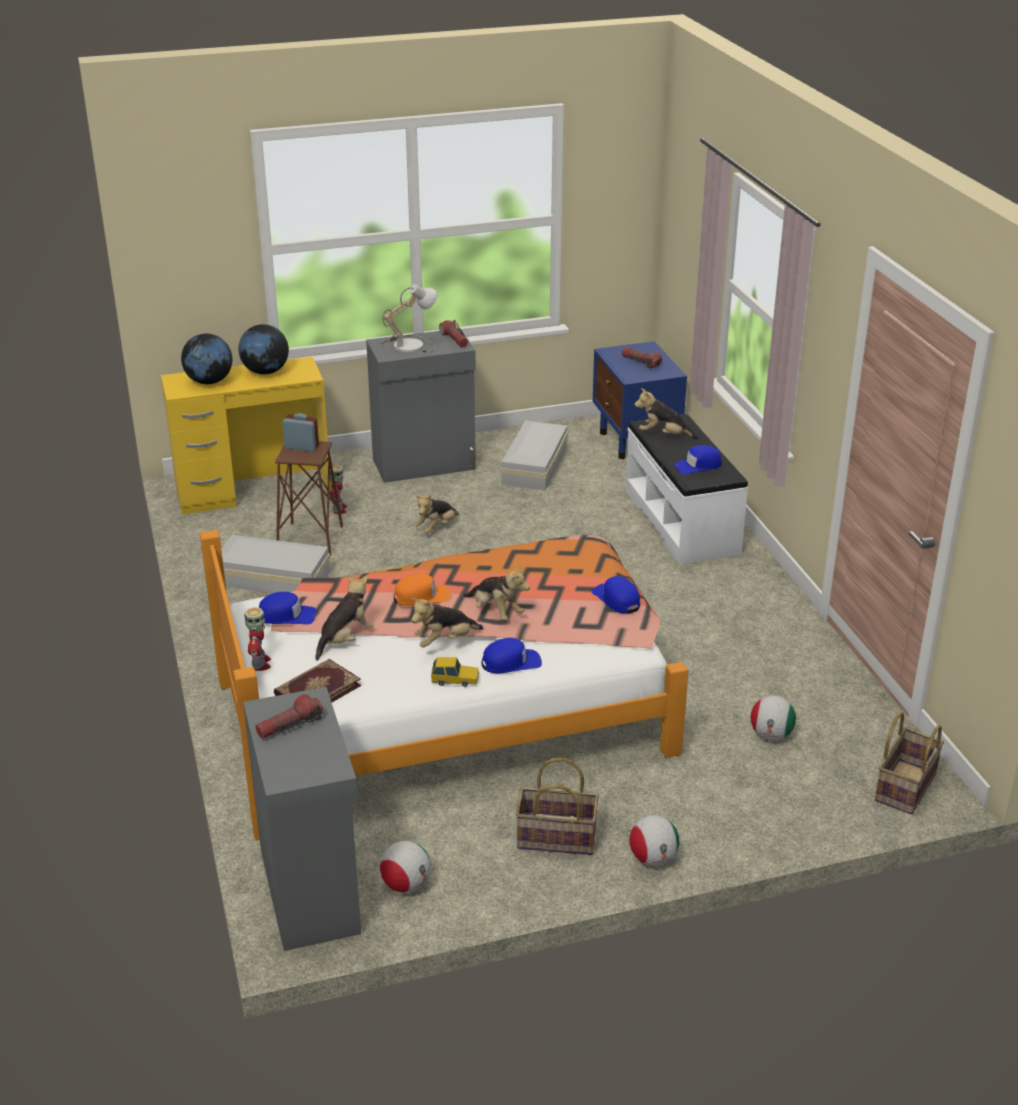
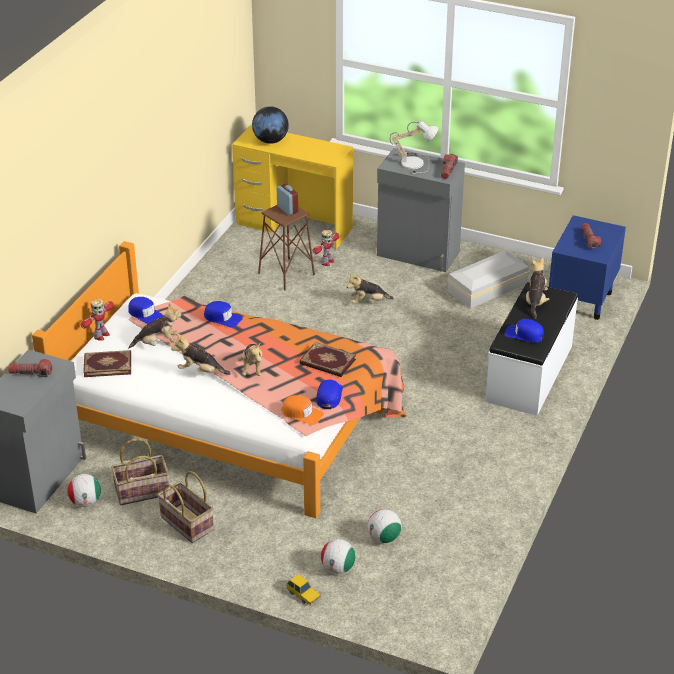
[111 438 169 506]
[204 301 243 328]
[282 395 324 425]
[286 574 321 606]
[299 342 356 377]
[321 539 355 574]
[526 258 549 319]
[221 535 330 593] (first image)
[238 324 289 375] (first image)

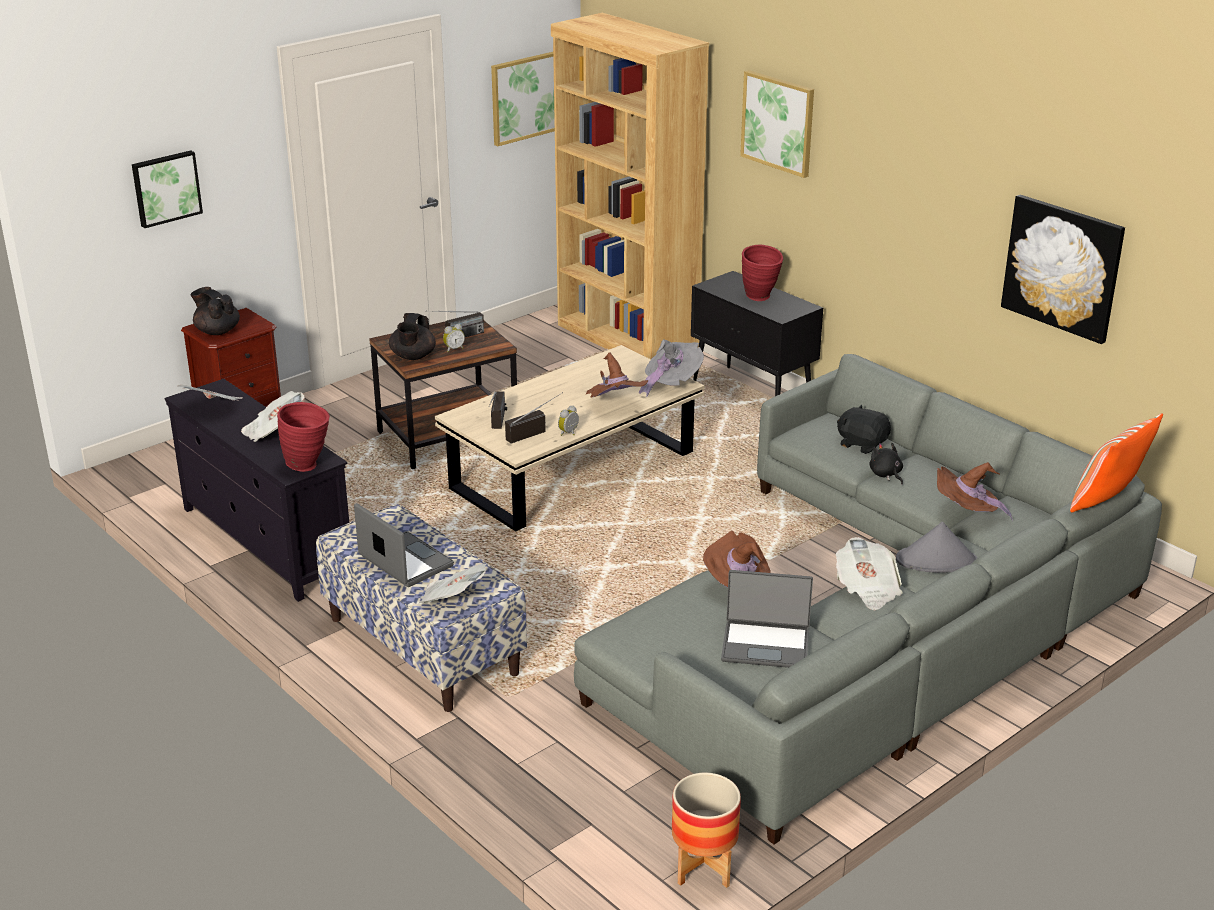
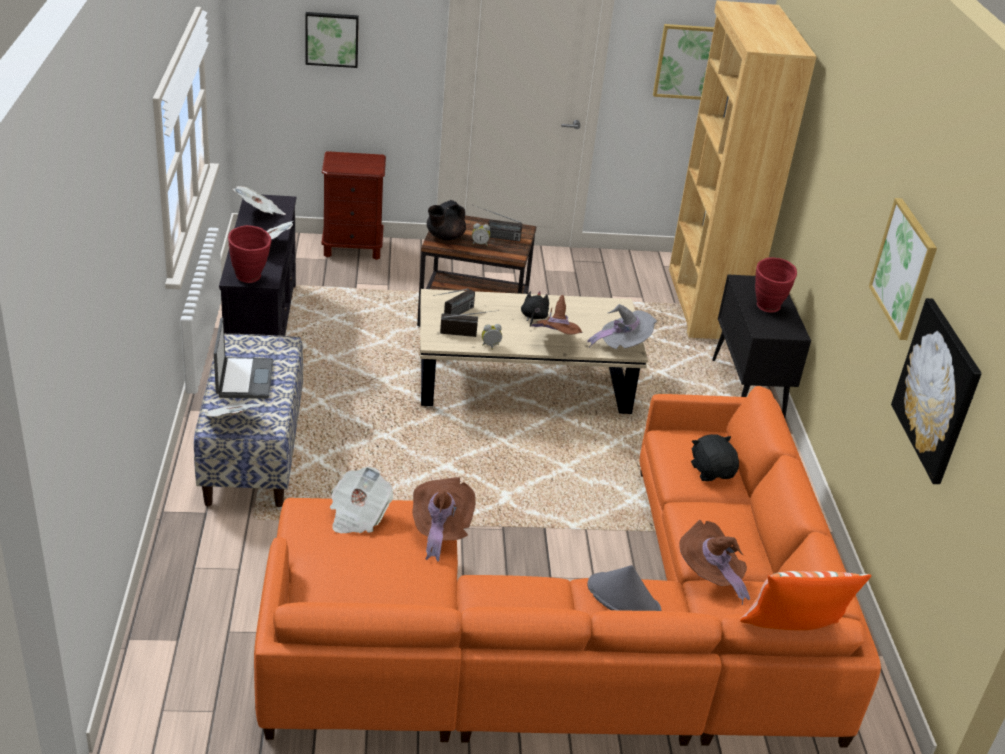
[254 386 881 748]
[330 467 393 533]
[521 291 549 326]
[869 198 937 340]
[191 287 240 335] (first image)
[672 773 741 888] (first image)
[721 570 813 668] (first image)

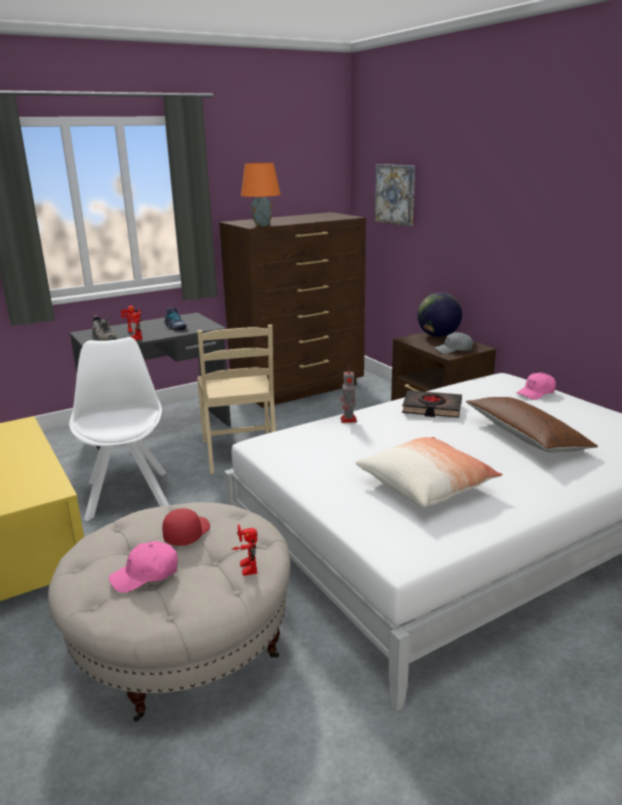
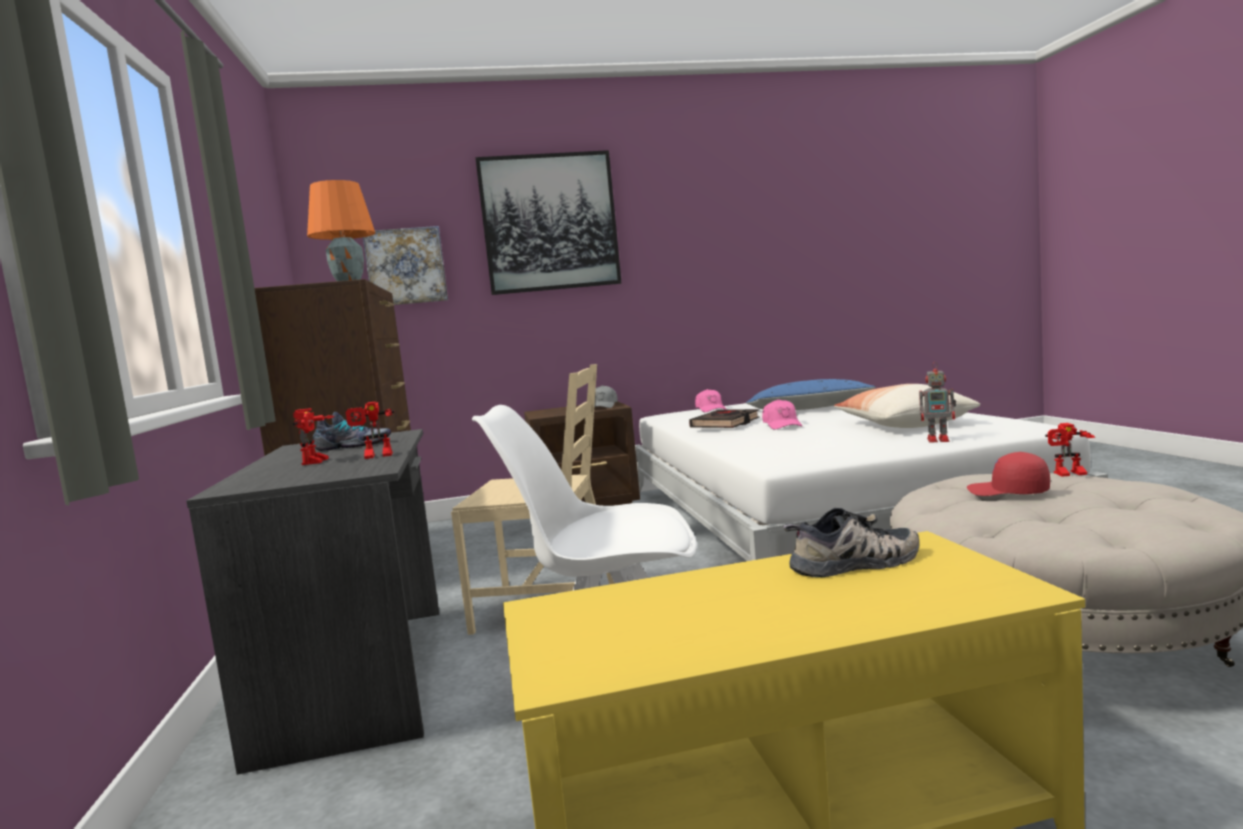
[476 150 621 295]
[746 379 876 410]
[762 399 802 430]
[783 508 919 577]
[919 362 956 443]
[417 293 462 337] (first image)

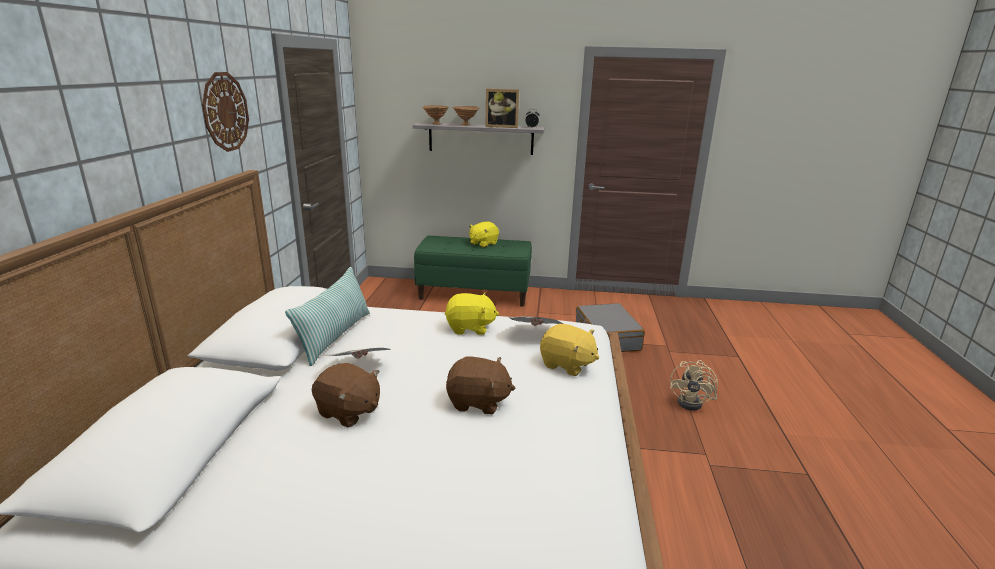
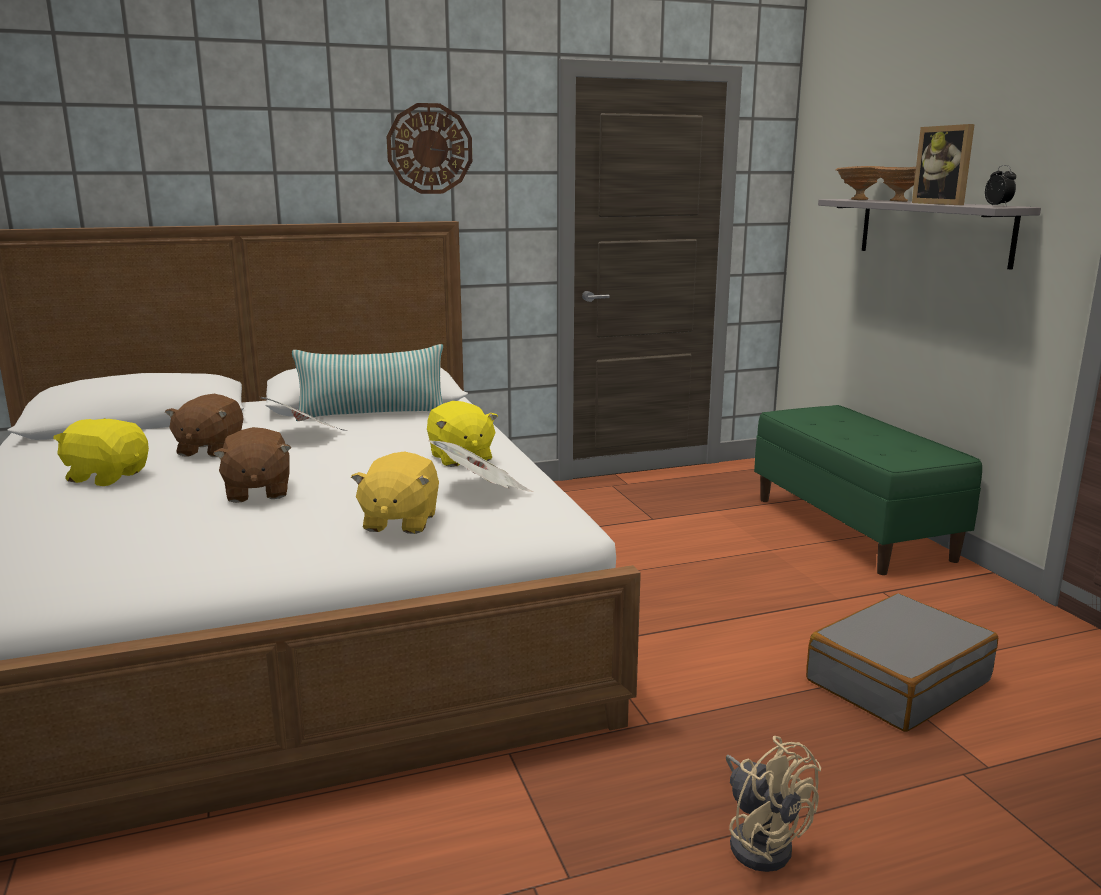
[53 418 149 486]
[726 736 821 872]

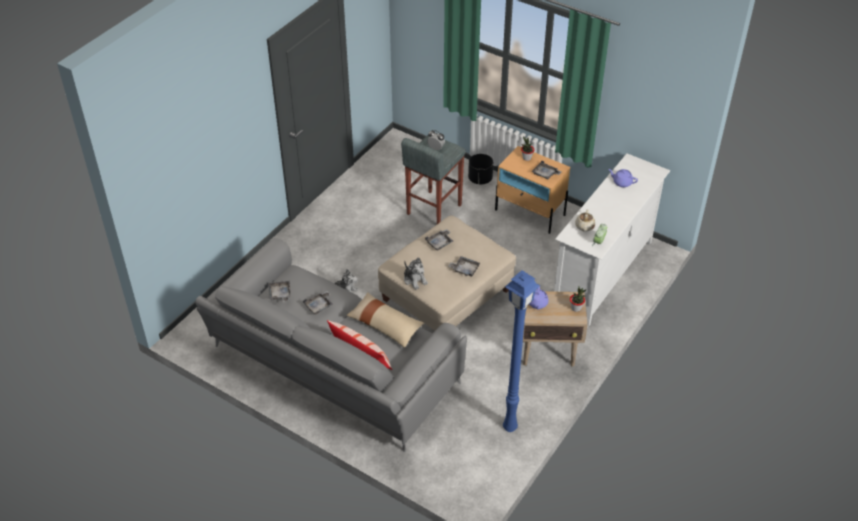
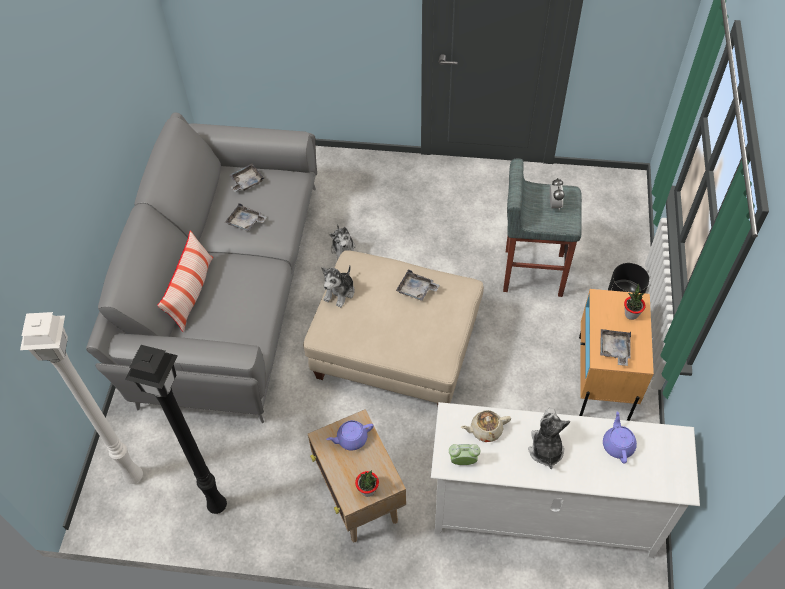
[20 312 143 484]
[125 345 227 514]
[528 408 570 469]
[346 292 424 348] (first image)
[449 256 480 277] (first image)

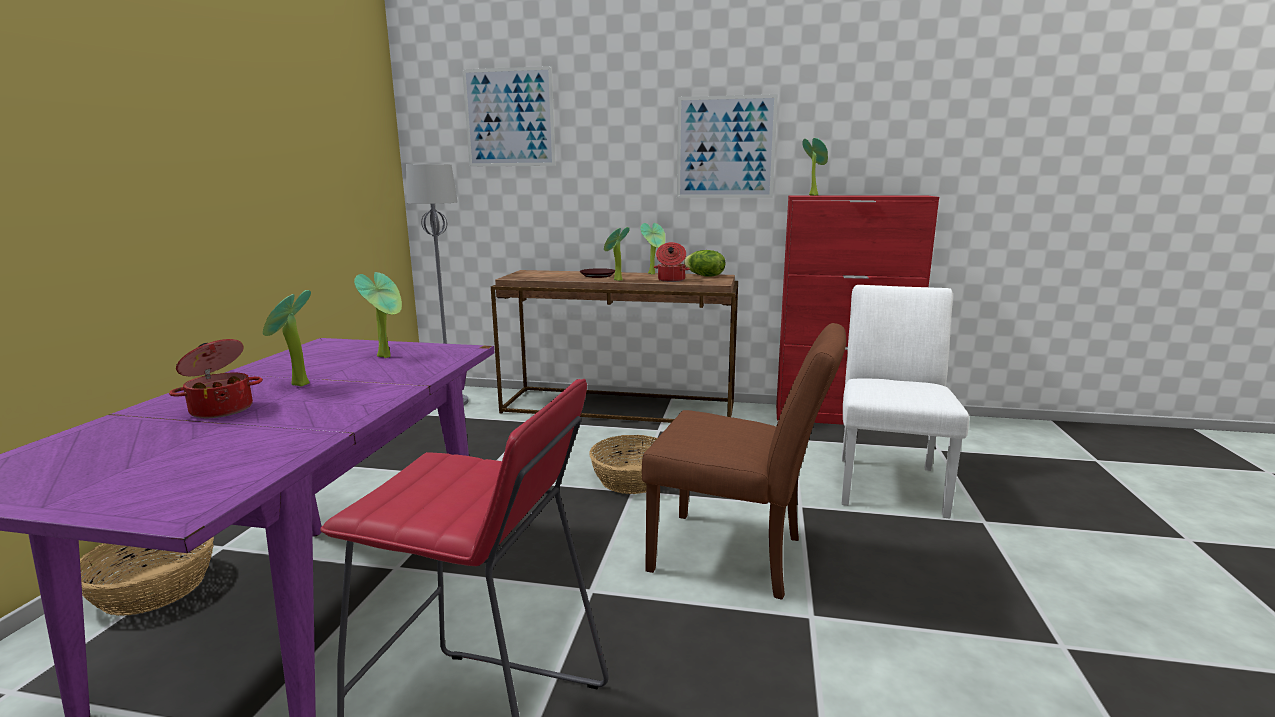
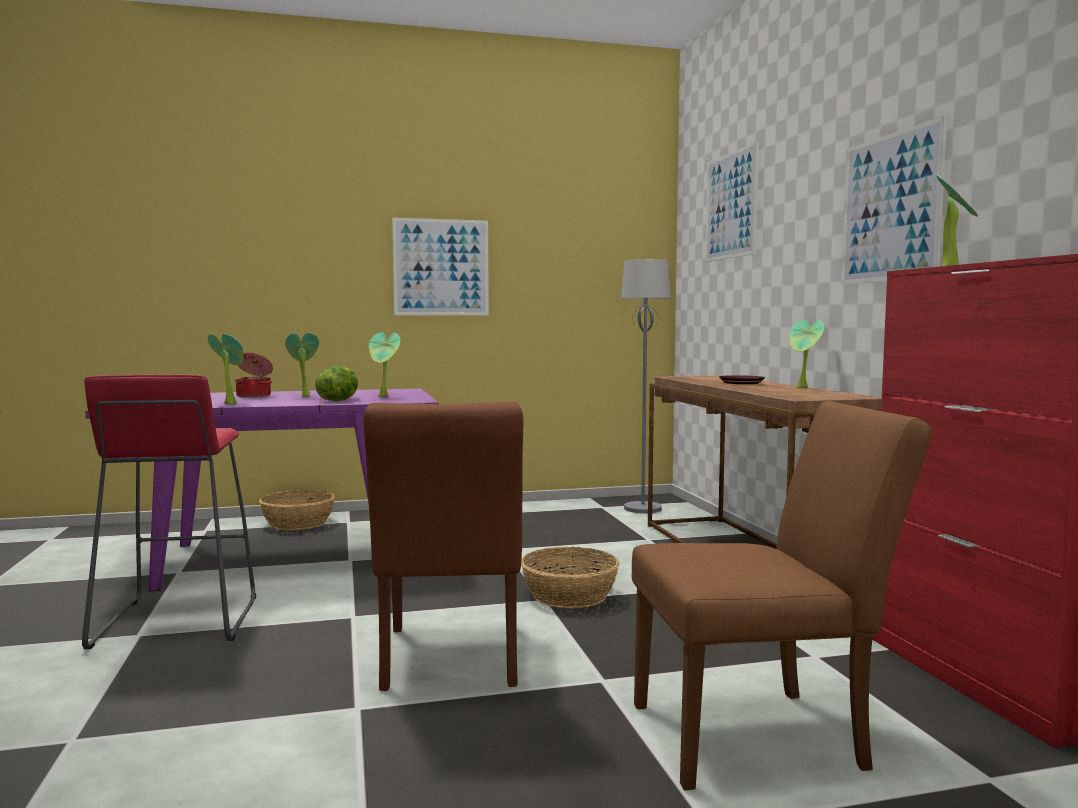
[208 334 244 404]
[315 366 358 401]
[392 218 489 315]
[632 401 931 790]
[654 242 690 282] (first image)

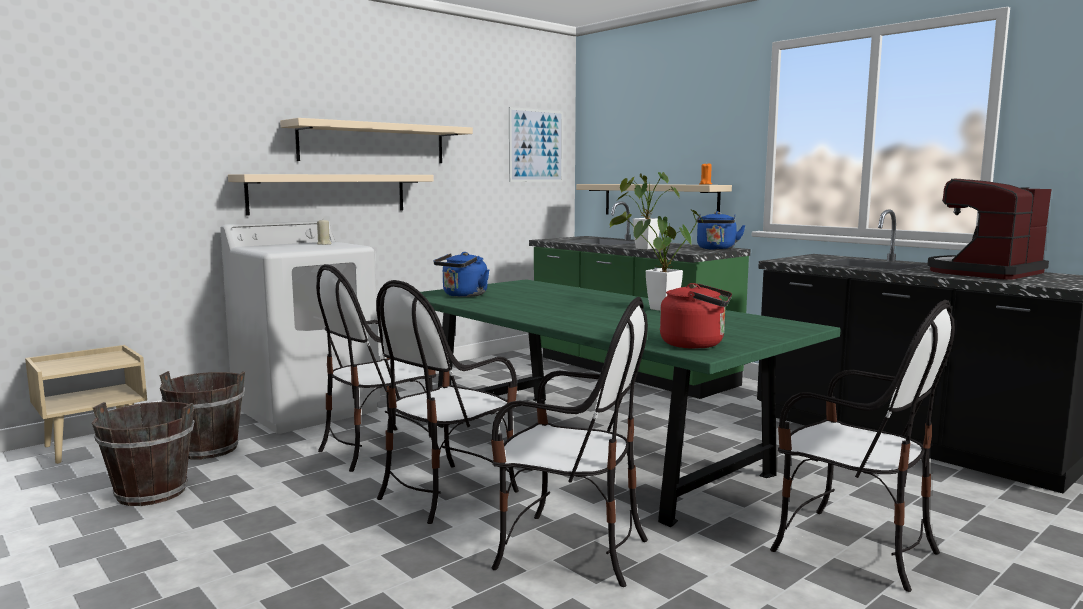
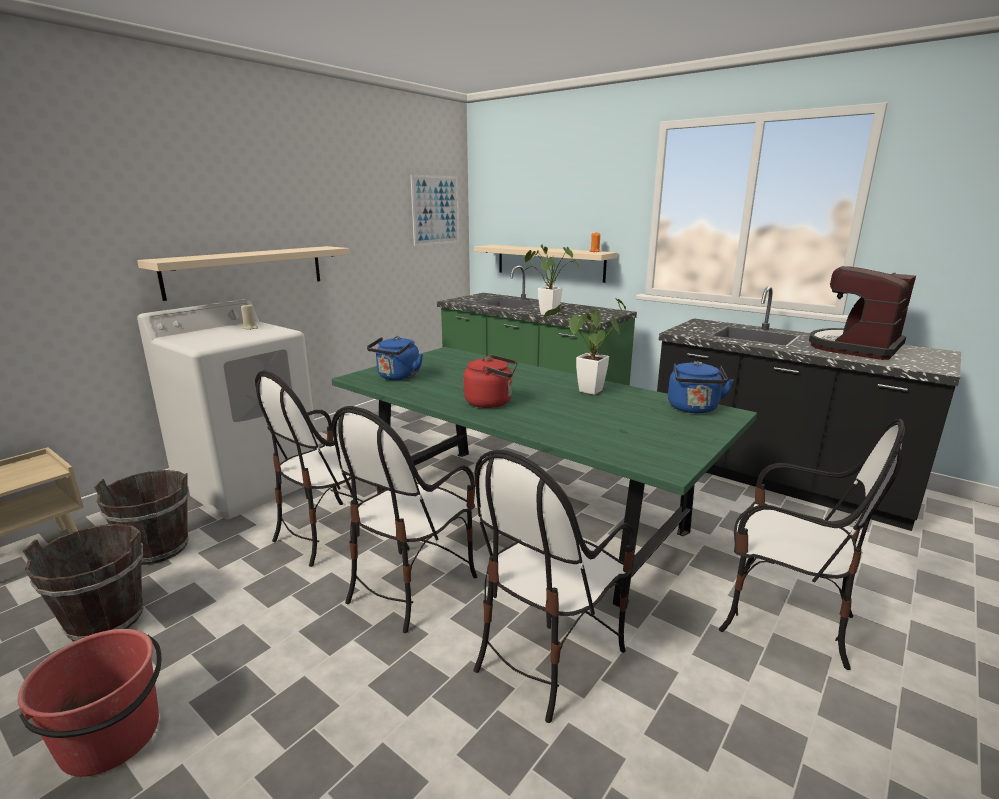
[18 629 162 777]
[463 355 518 408]
[473 450 635 723]
[668 361 734 413]
[280 118 473 163] (first image)

